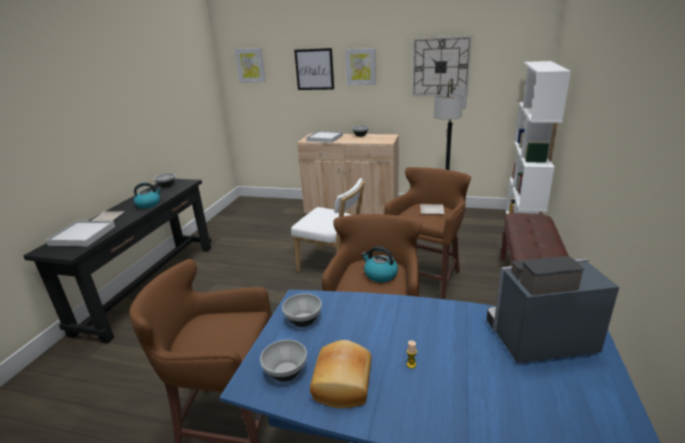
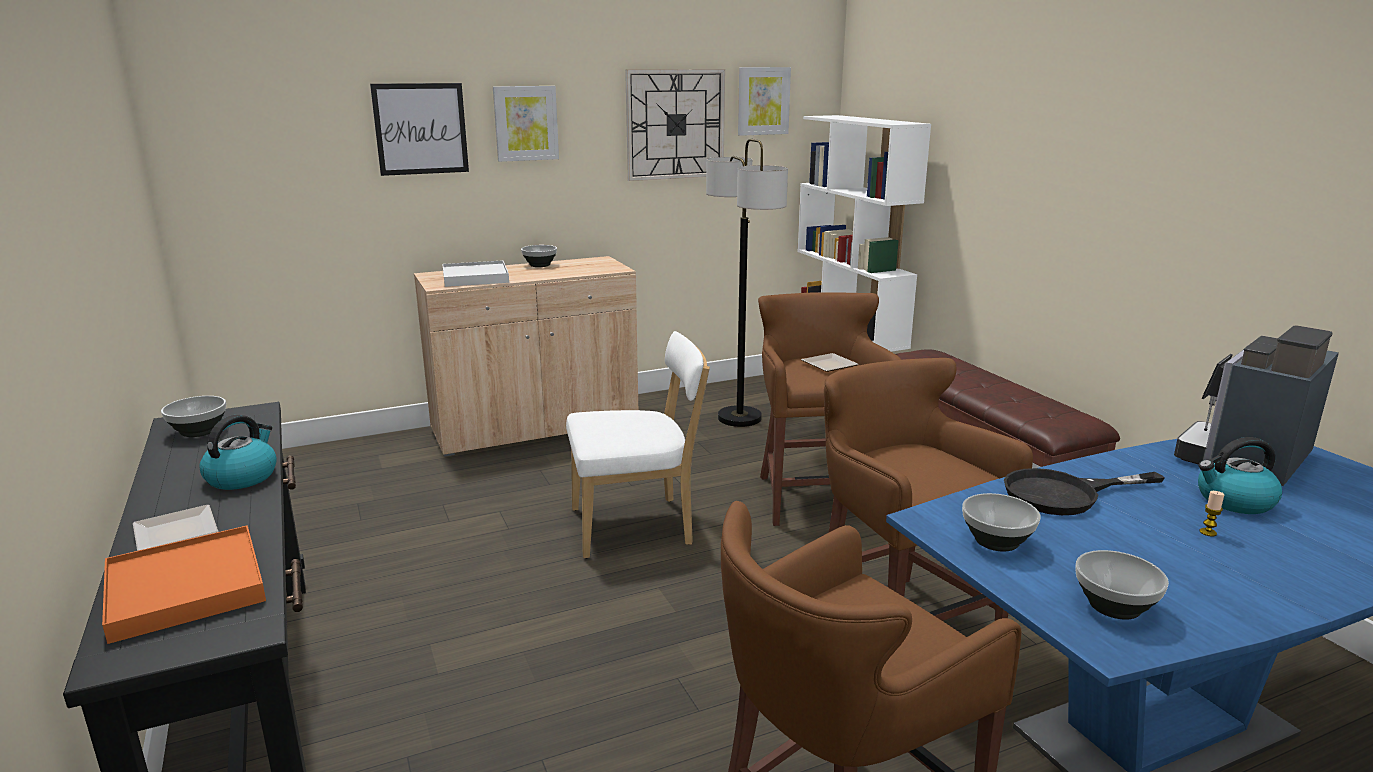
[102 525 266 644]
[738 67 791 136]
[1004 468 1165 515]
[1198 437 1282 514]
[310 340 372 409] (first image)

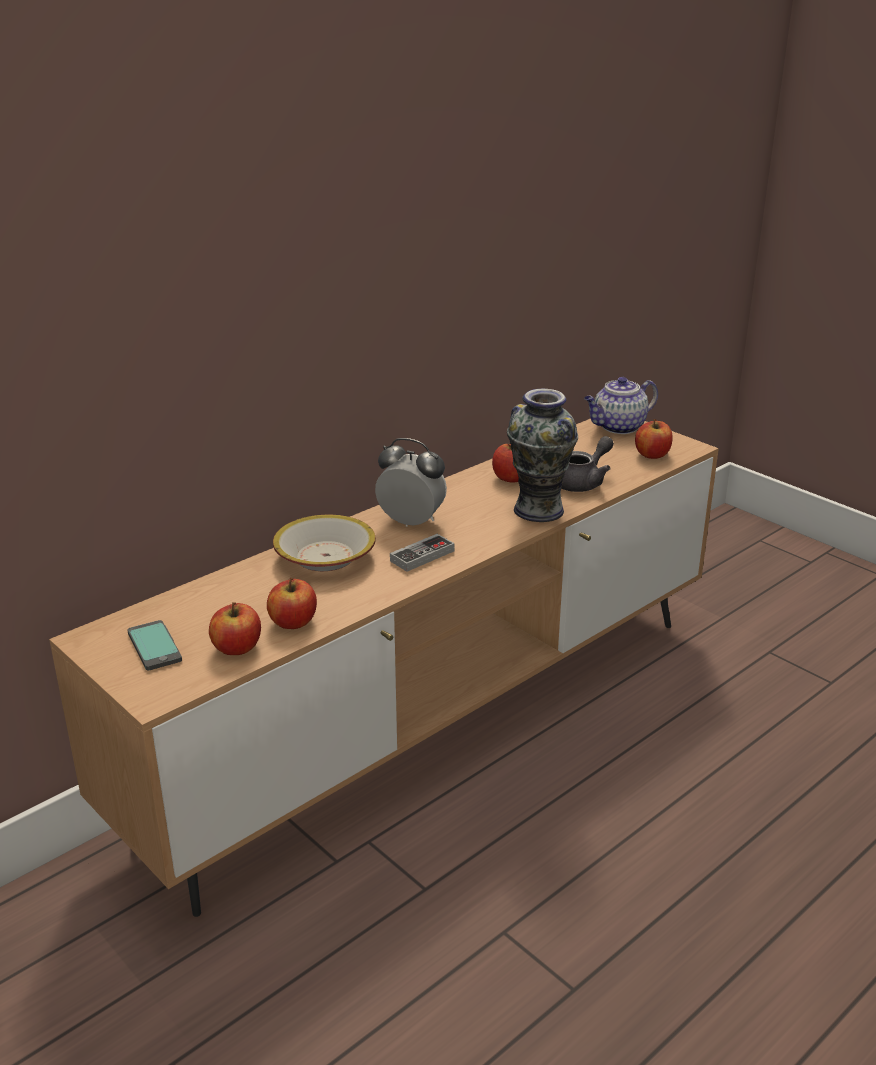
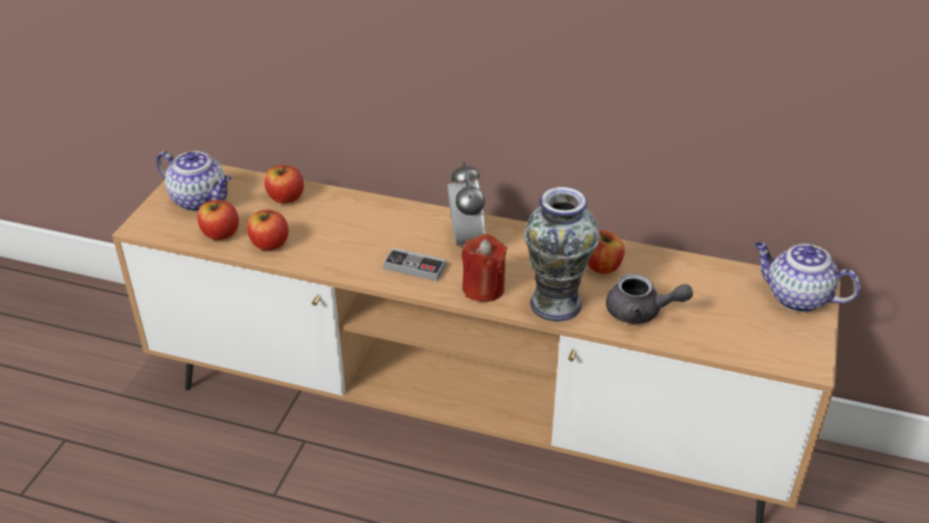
[156 151 232 211]
[264 165 304 204]
[462 234 507 302]
[273 515 376 571] (first image)

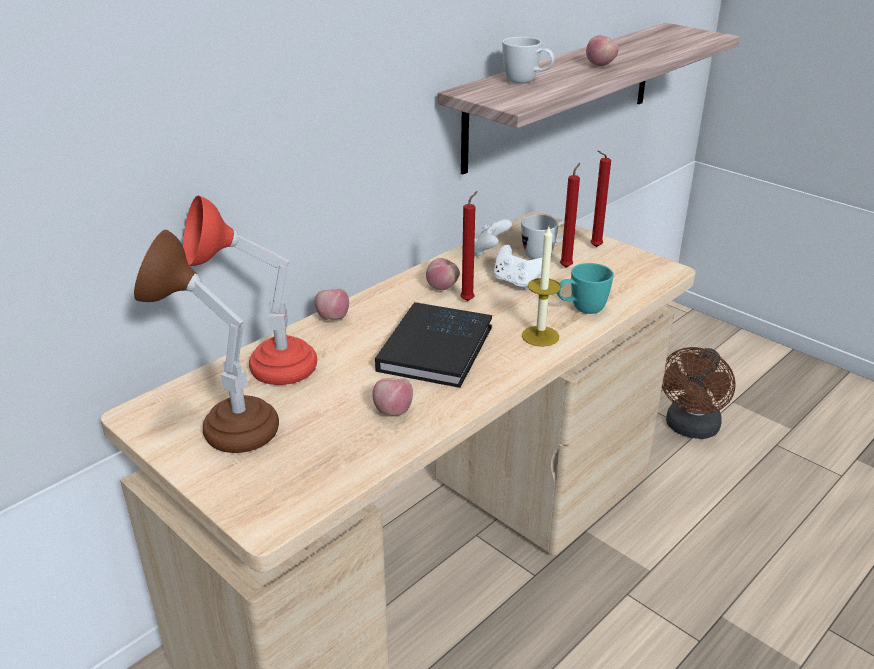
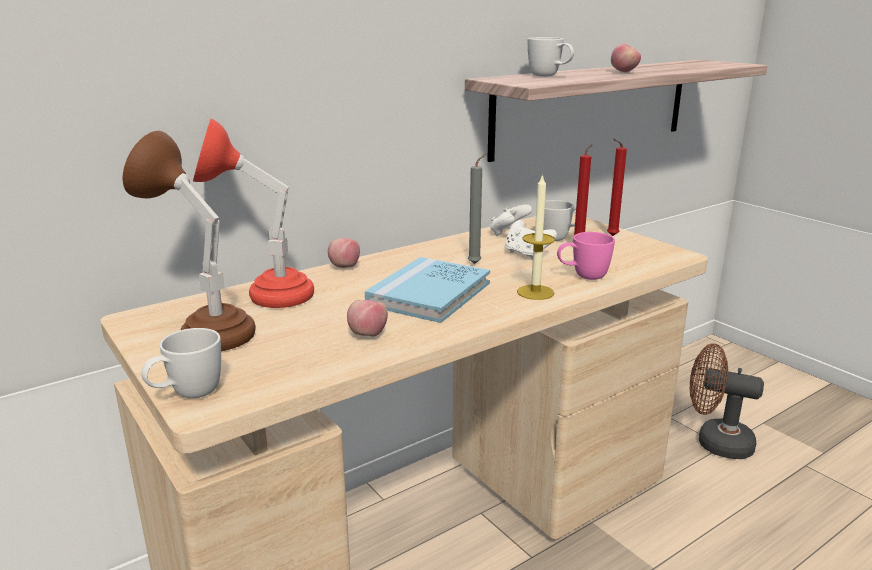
[141 328 221 398]
[365 257 490 323]
[468 154 486 264]
[557 232 615 280]
[690 343 764 459]
[426 258 460 290] (first image)

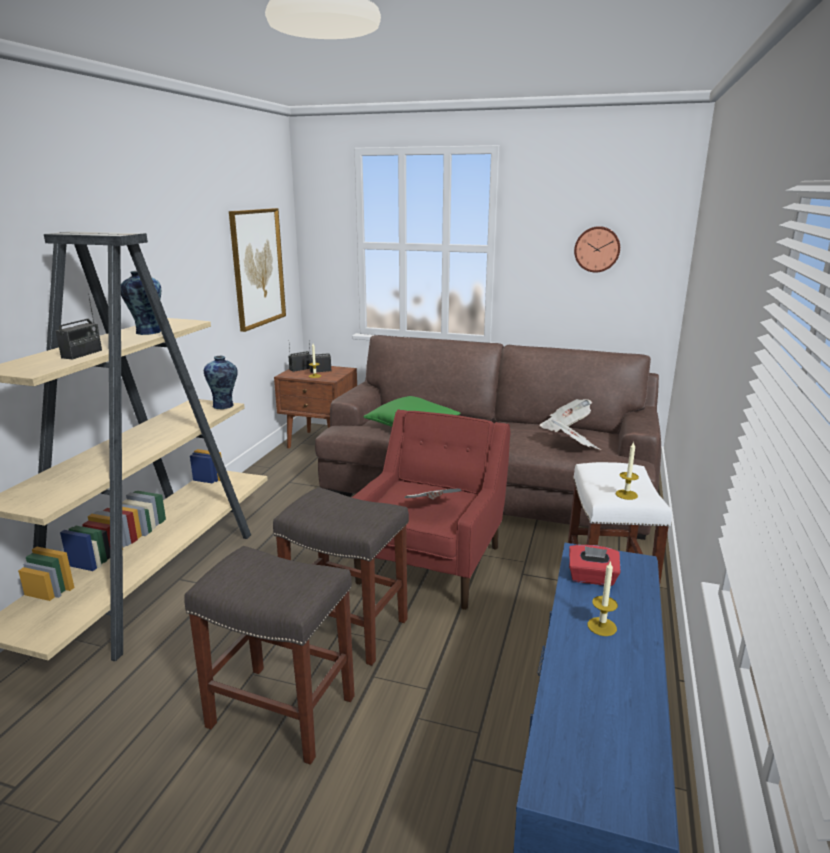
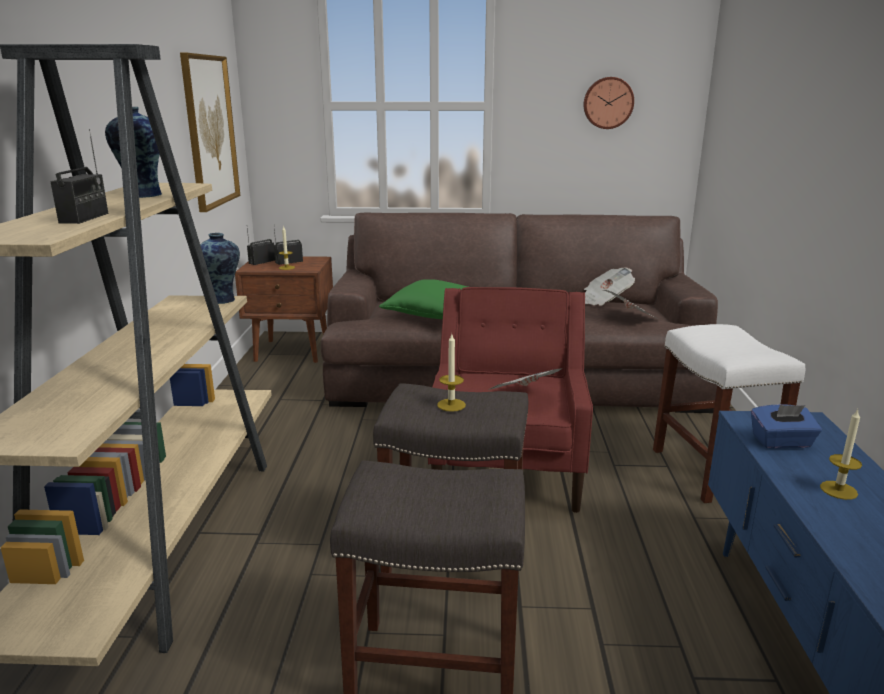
[437 334 466 412]
[751 404 822 449]

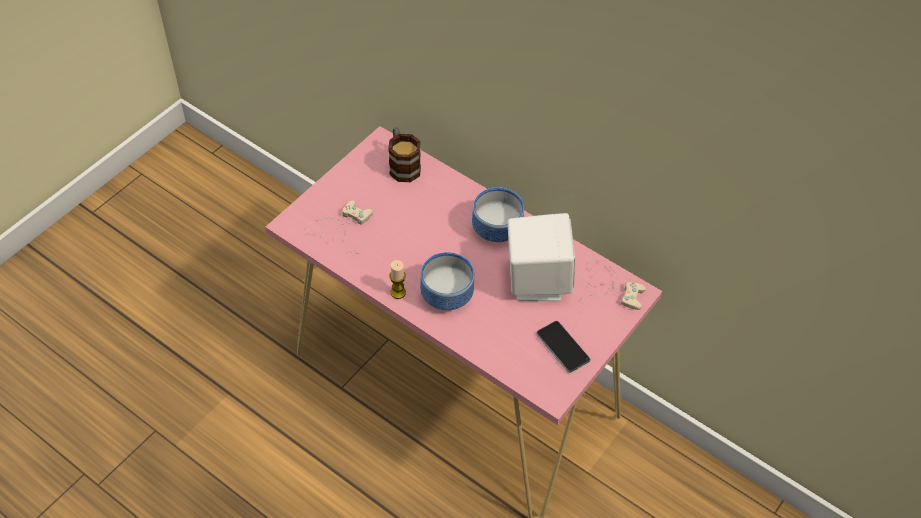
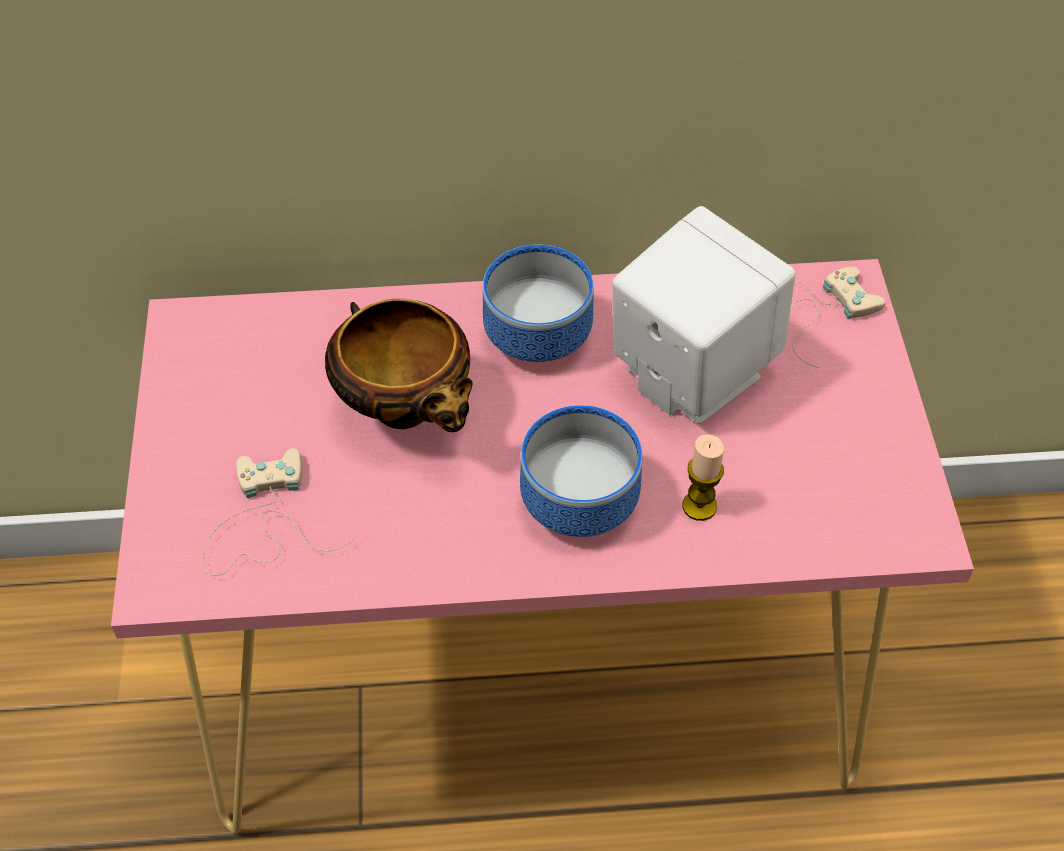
[325 299 473 432]
[683 434 724 521]
[388 127 421 182] (first image)
[536 321 591 373] (first image)

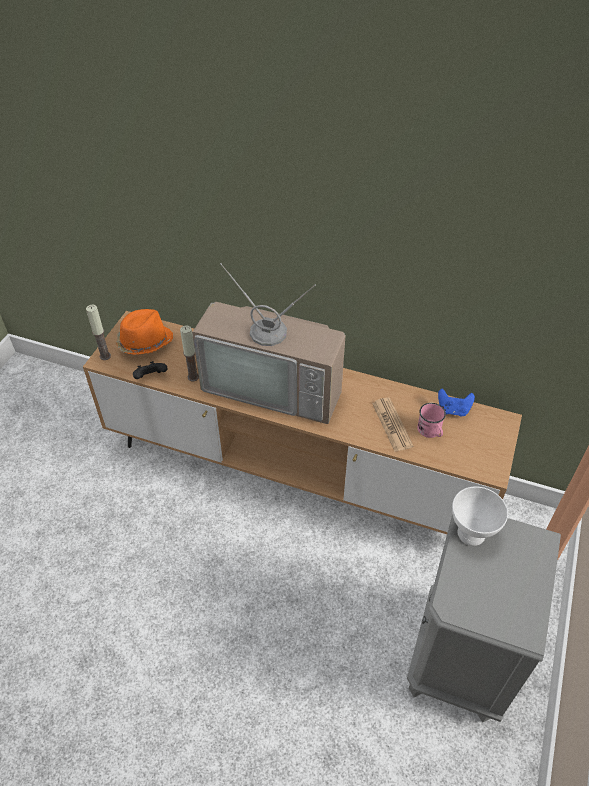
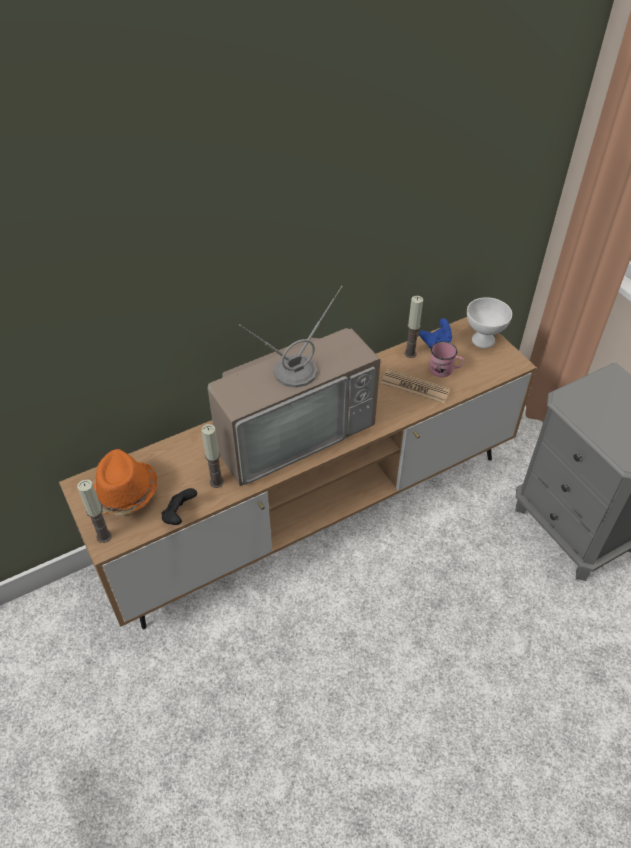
[404 296 423 358]
[467 297 512 348]

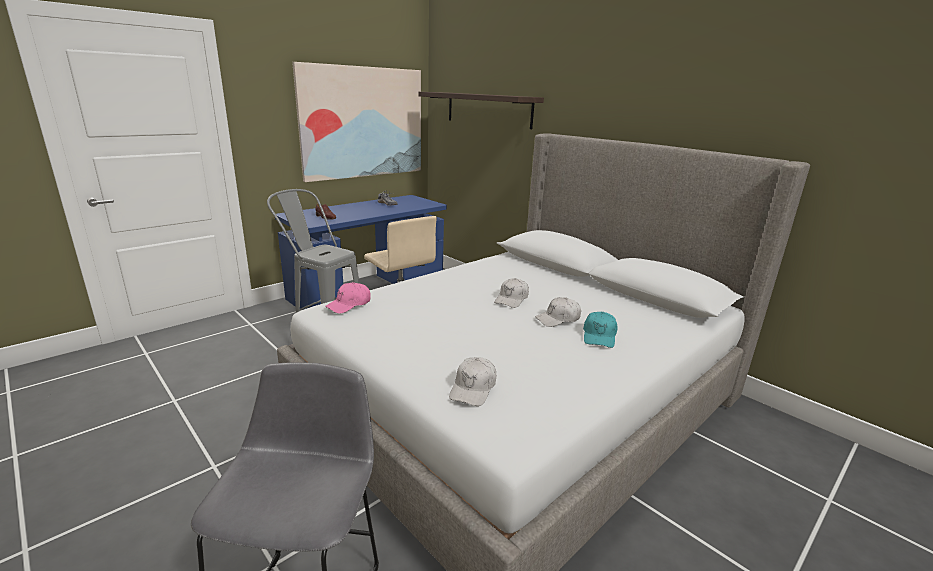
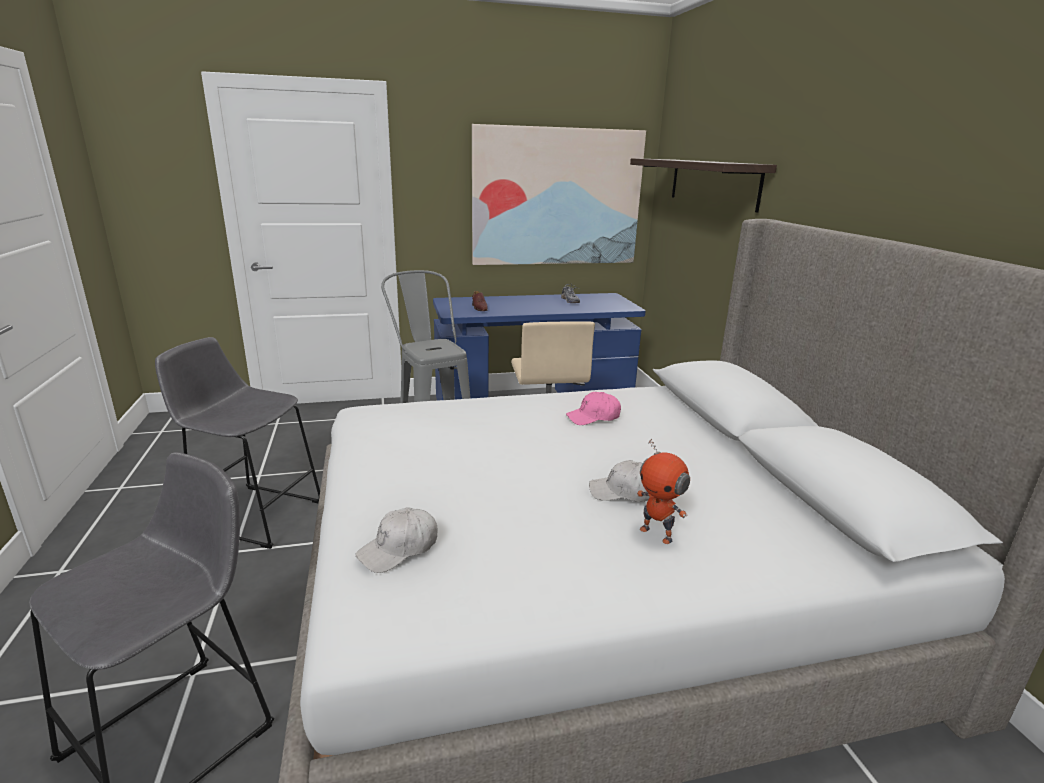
[155 337 320 549]
[566 392 621 425]
[637 439 690 544]
[494 278 529 308] (first image)

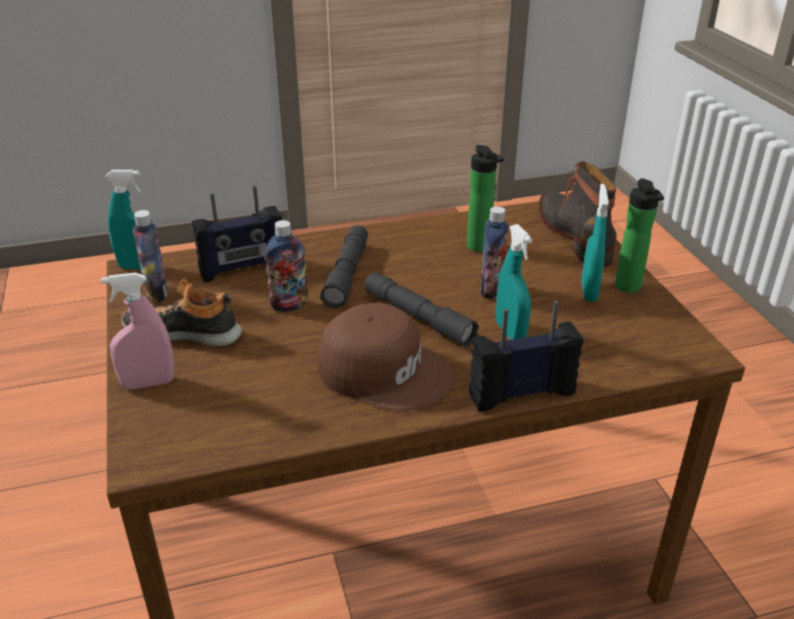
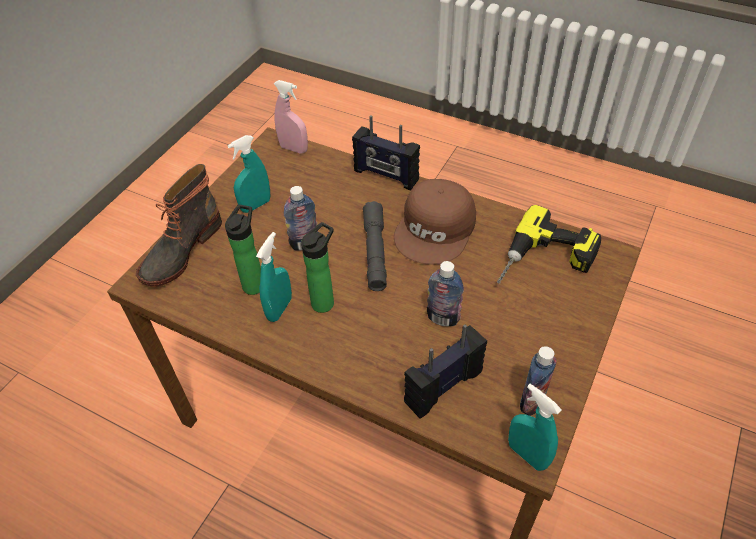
[256 232 292 322]
[274 80 308 153]
[301 222 334 313]
[394 179 476 265]
[404 324 487 419]
[497 205 601 284]
[121 279 242 346] (first image)
[320 225 368 309] (first image)

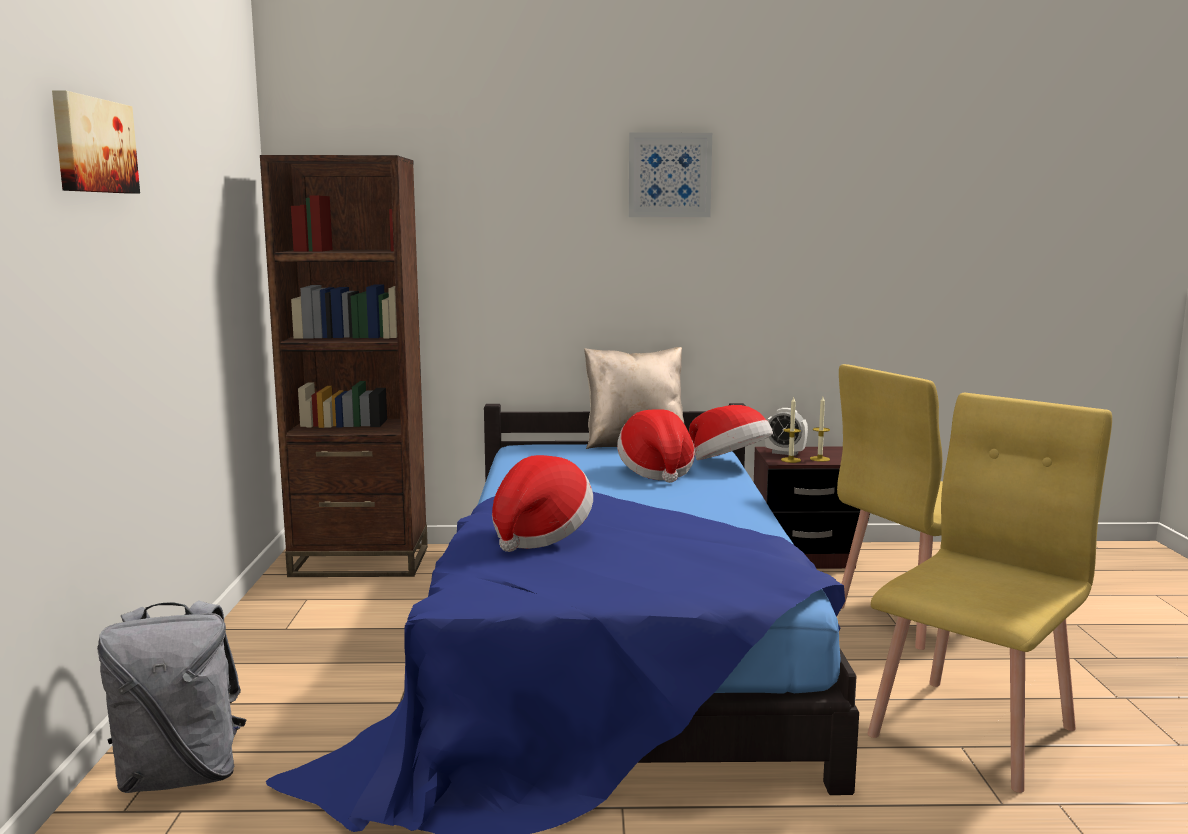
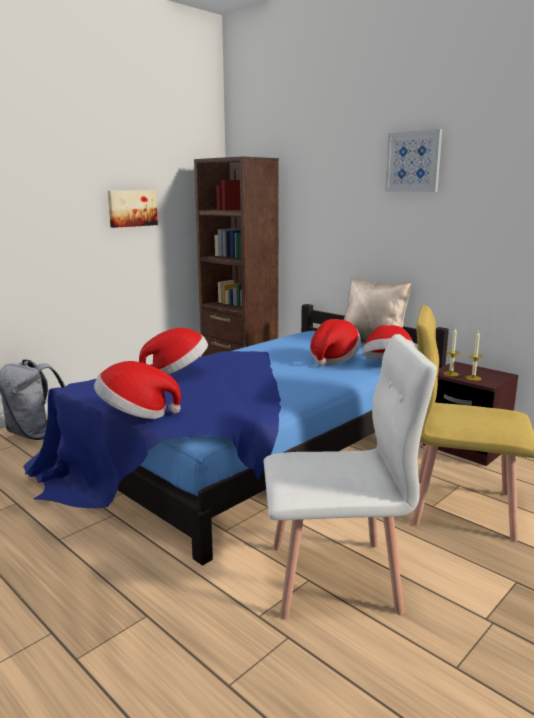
[94 361 181 419]
[108 190 158 228]
[264 334 437 619]
[765 408 808 456] (first image)

